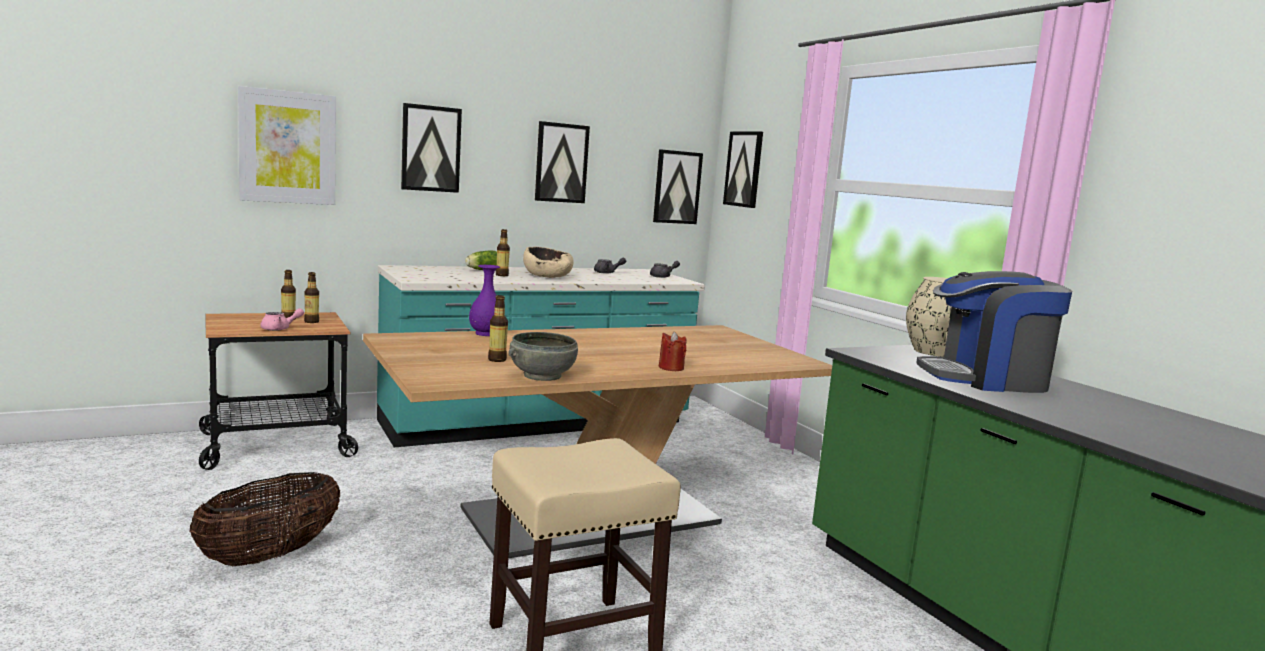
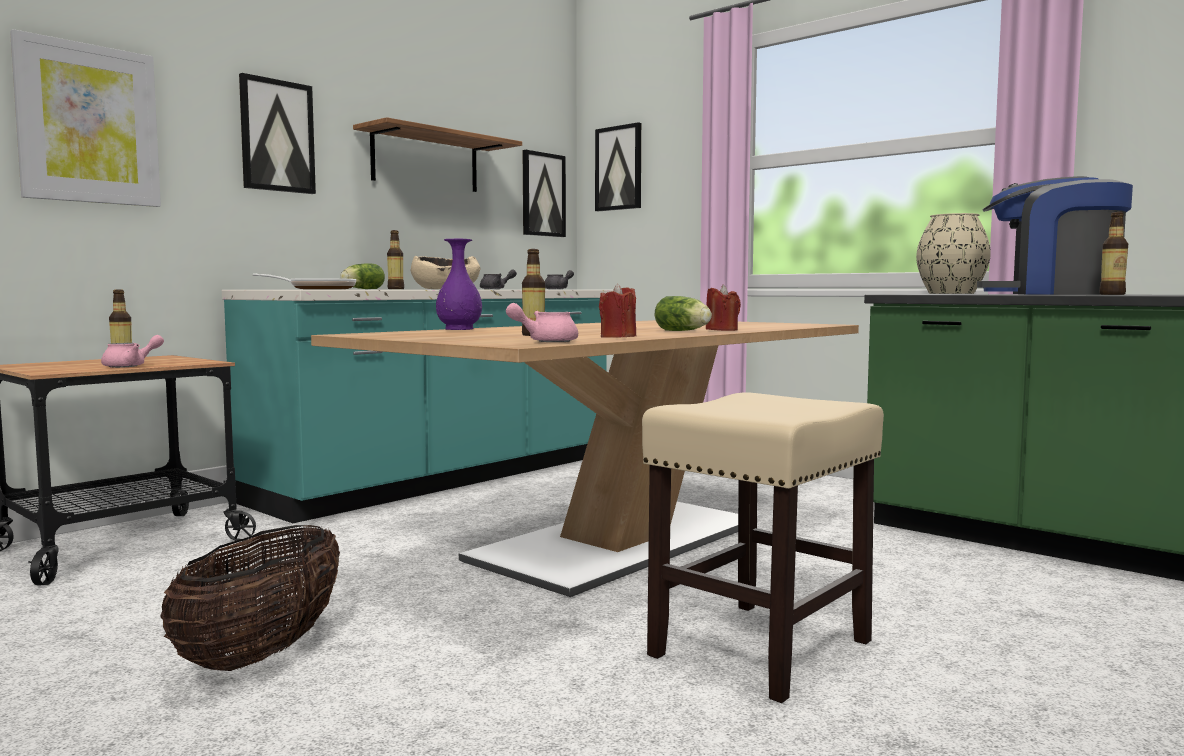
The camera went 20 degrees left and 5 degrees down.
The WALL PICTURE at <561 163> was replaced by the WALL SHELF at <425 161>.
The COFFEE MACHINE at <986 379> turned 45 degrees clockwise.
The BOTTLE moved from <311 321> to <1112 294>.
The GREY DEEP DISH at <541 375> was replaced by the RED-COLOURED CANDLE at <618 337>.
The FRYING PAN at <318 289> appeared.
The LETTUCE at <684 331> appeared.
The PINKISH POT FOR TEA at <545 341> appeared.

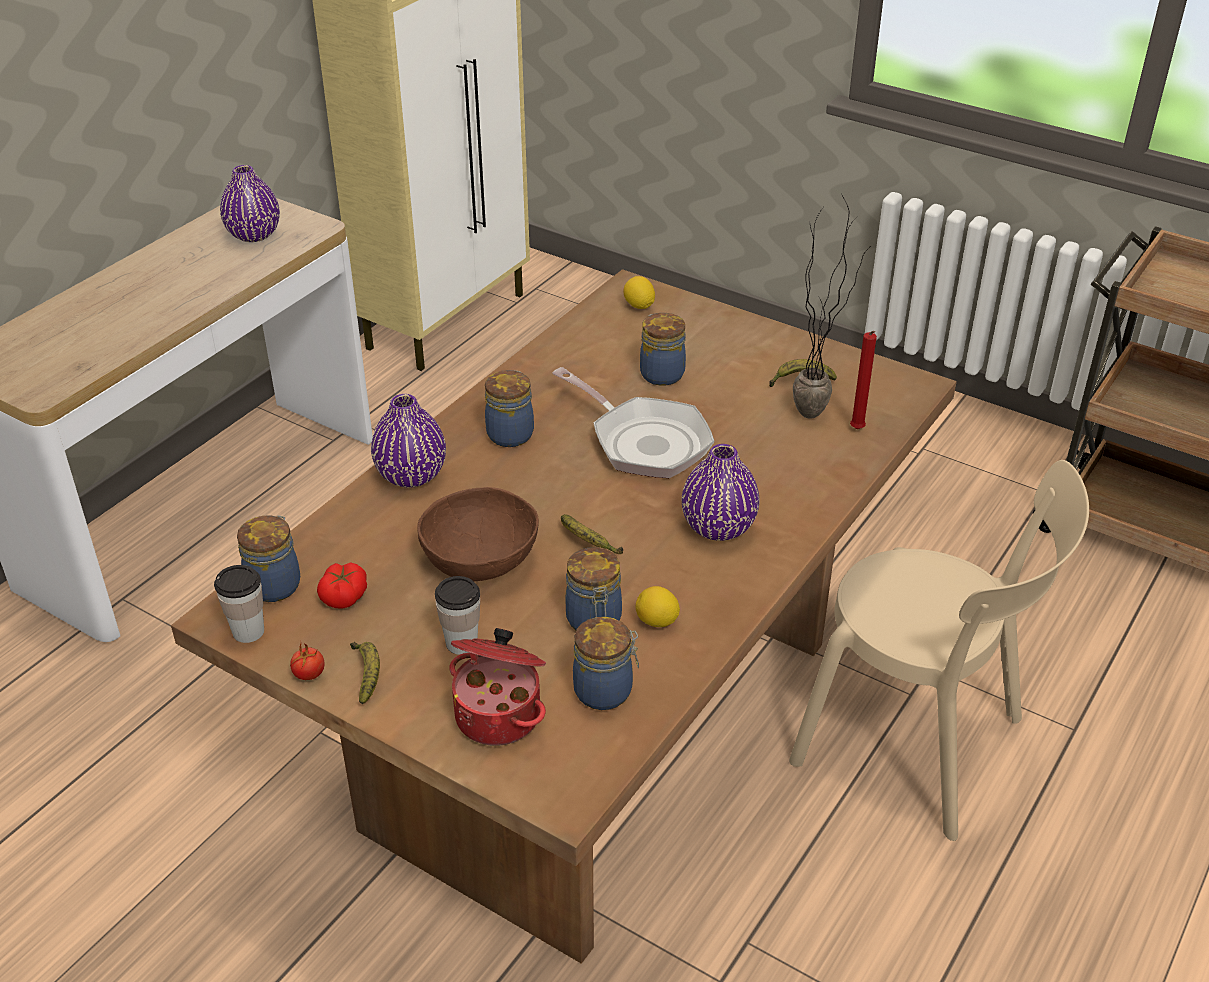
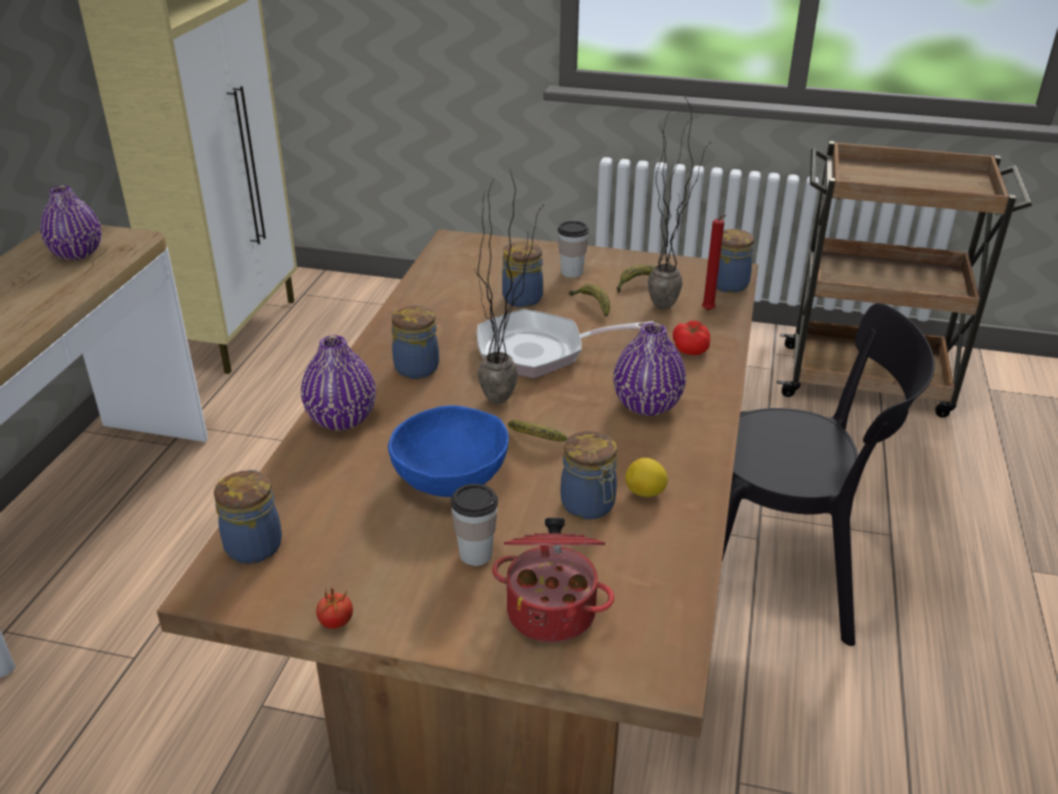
The camera went 20 degrees left and 5 degrees down.
The CITRUS FRUIT at <639 306> disappeared.
The FRYING PAN at <644 441> turned 150 degrees clockwise.
The BEIGE PLAIN CHAIR at <918 746> became the BLACKISH PLAIN CHAIR at <785 577>.
The BROWN DEEP DISH at <481 560> became the BLUE DEEP DISH at <451 477>.
The WHOLE TOMATO moved from <344 596> to <690 348>.
The CUP moved from <248 631> to <571 272>.
The STORAGE JAR moved from <605 691> to <730 284>.
The BANANA moved from <367 675> to <592 305>.
The PLANT IN A POT at <510 401> appeared.

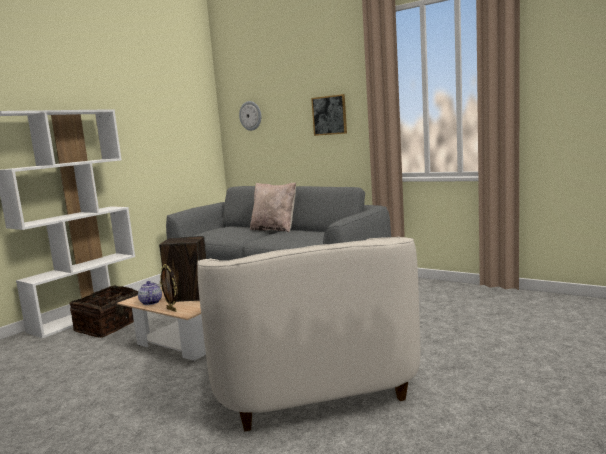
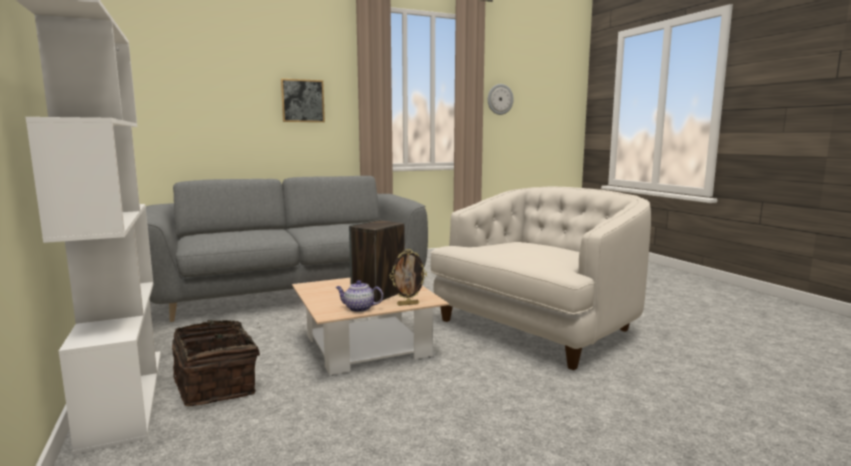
The camera went 60 degrees left and 0 degrees up.
The HANGING CLOCK moved from <250 115> to <500 99>.
The BEIGE THROW PILLOW at <274 229> disappeared.
The WHITISH ARMCHAIR at <310 380> turned 60 degrees counterclockwise.

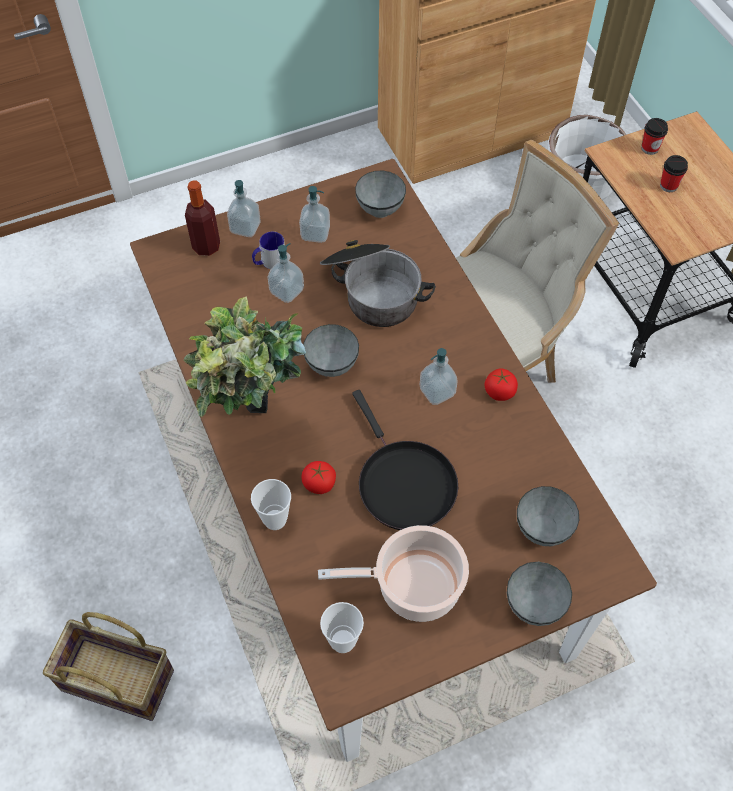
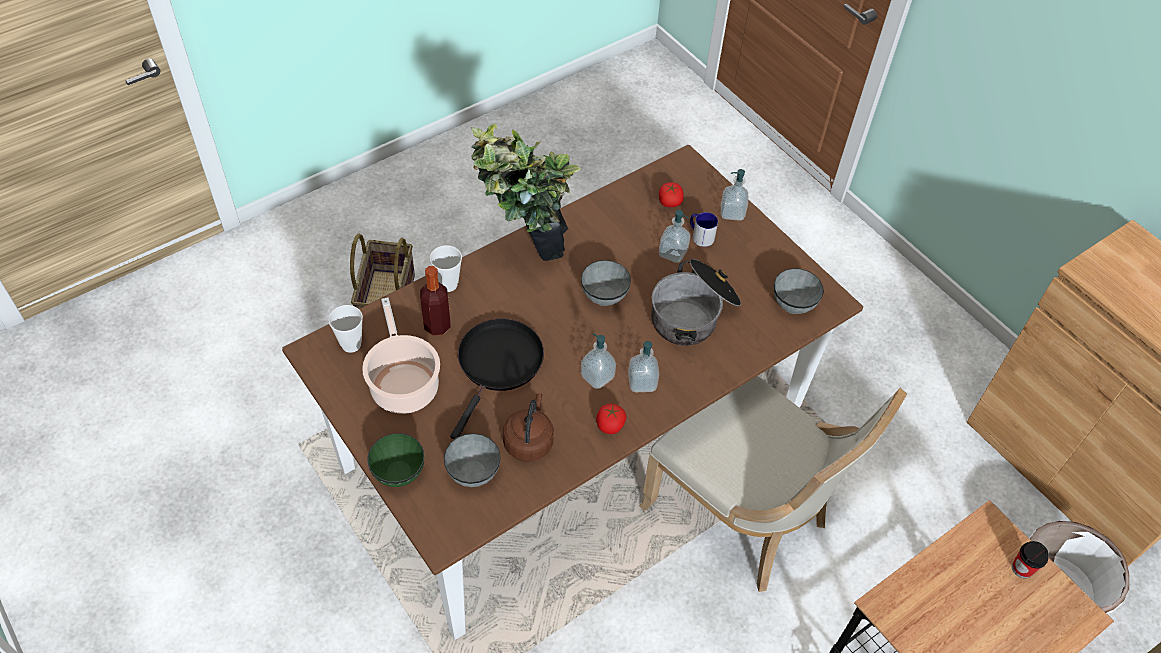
The camera went 75 degrees right and 5 degrees down.
The CUP at <668 185> disappeared.
The BOTTLE moved from <206 246> to <437 325>.
The SOAP DISPENSER moved from <315 233> to <642 382>.
The BLACKISH FRYING PAN at <403 483> turned 150 degrees clockwise.
The WHOLE TOMATO moved from <319 484> to <669 202>.
The GREY DEEP DISH at <533 605> became the GREENISH DEEP DISH at <398 473>.
The BROWN KETTLE at <529 441> appeared.

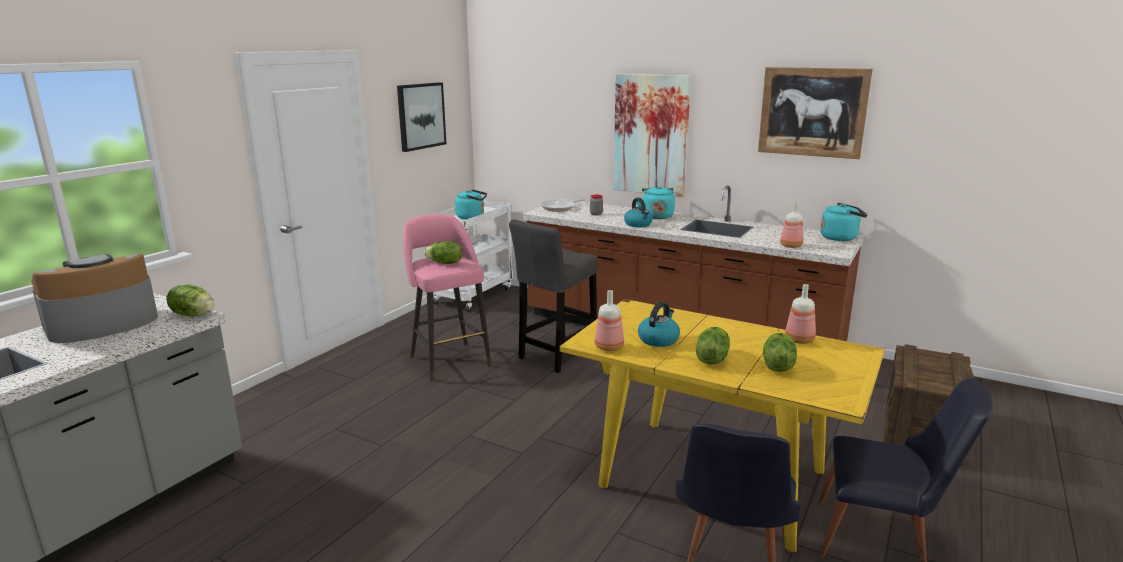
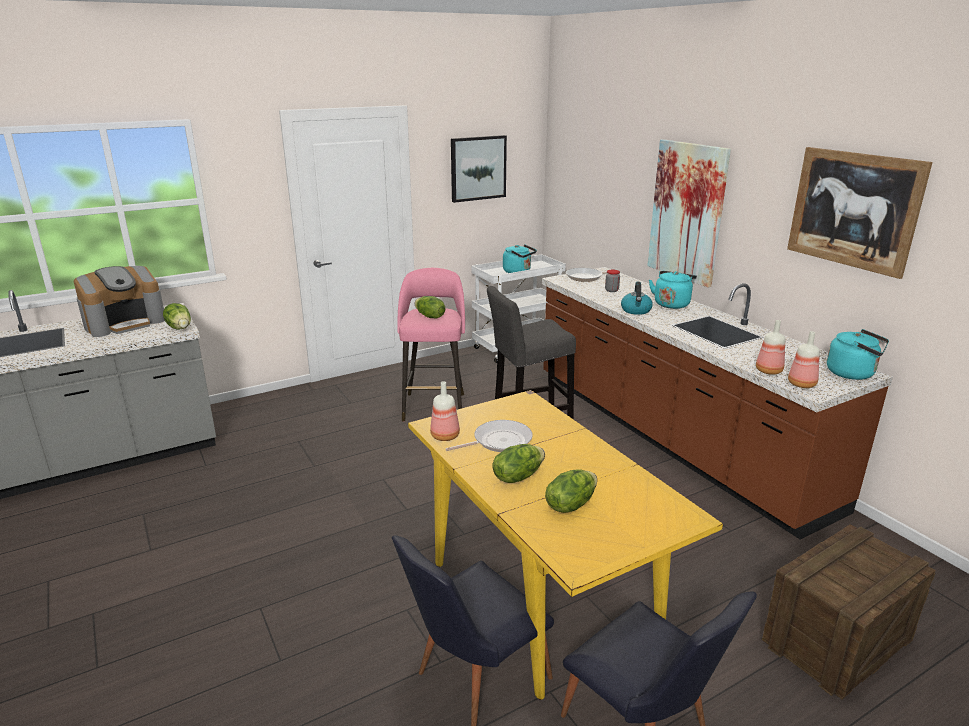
The camera went 30 degrees right and 5 degrees up.
The COFFEE MACHINE at <102 324> turned 150 degrees clockwise.
The BOTTLE moved from <800 340> to <802 384>.
The KETTLE at <658 339> was replaced by the FRYING PAN at <499 441>.

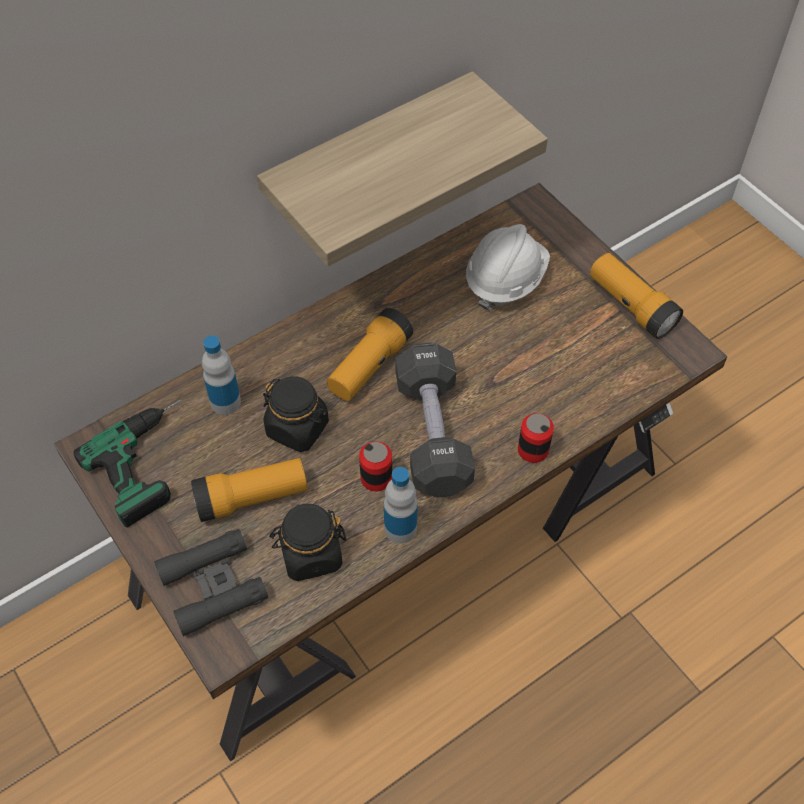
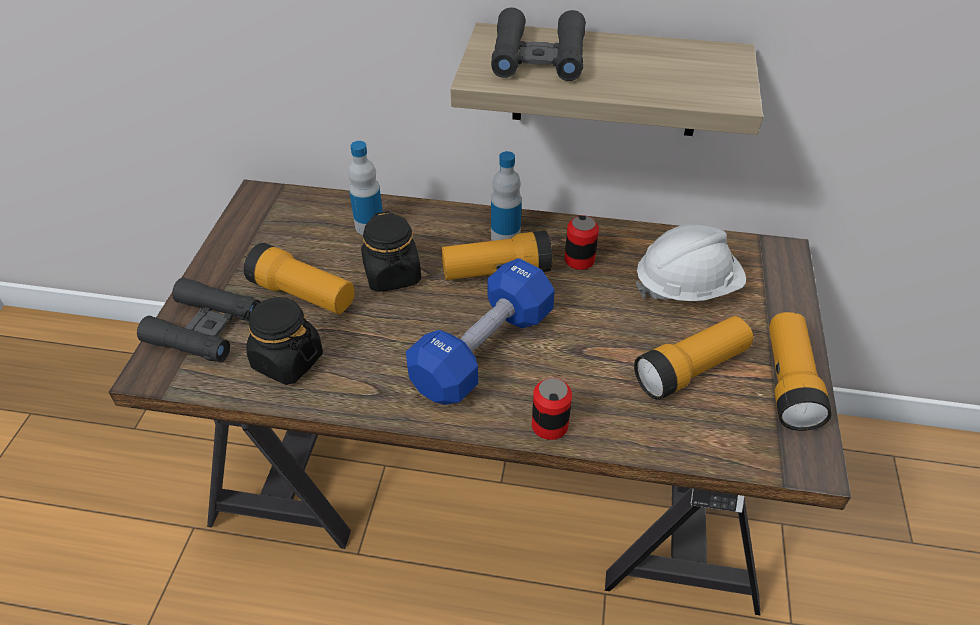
The camera went 45 degrees right and 10 degrees down.
The BLACKISH HAND WEIGHT at <432 433> became the BLUE HAND WEIGHT at <483 350>.
The ELECTRIC DRILL at <151 461> disappeared.
The SEALED CAN moved from <376 478> to <579 260>.
The BOTTLE moved from <400 528> to <505 237>.
The BLACKISH BINOCULARS at <538 57> appeared.
The TORCH at <691 370> appeared.

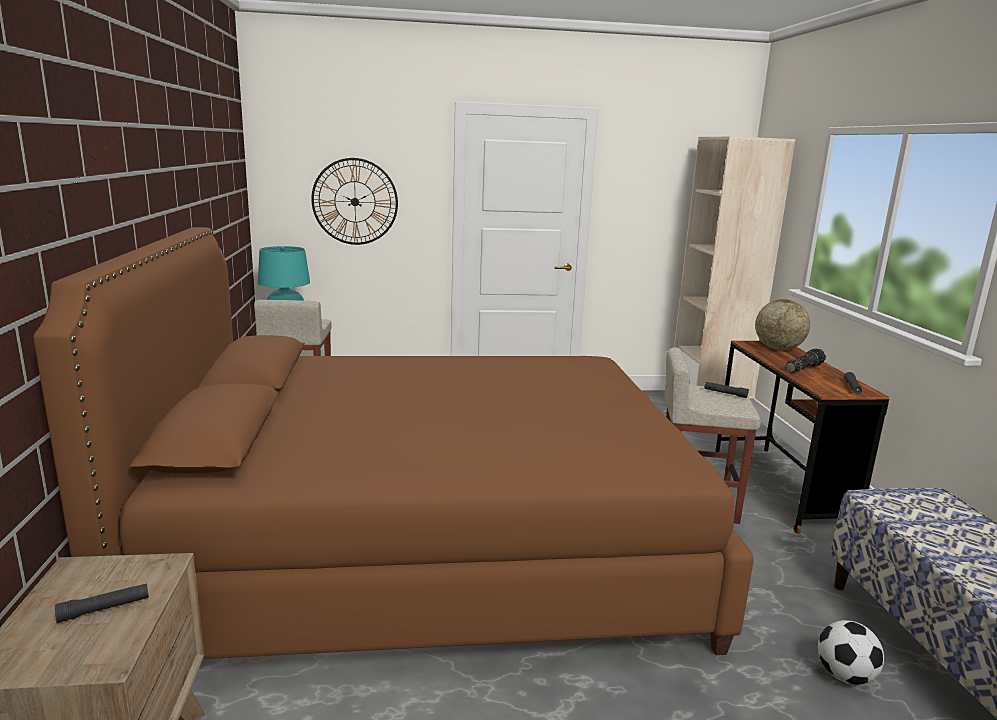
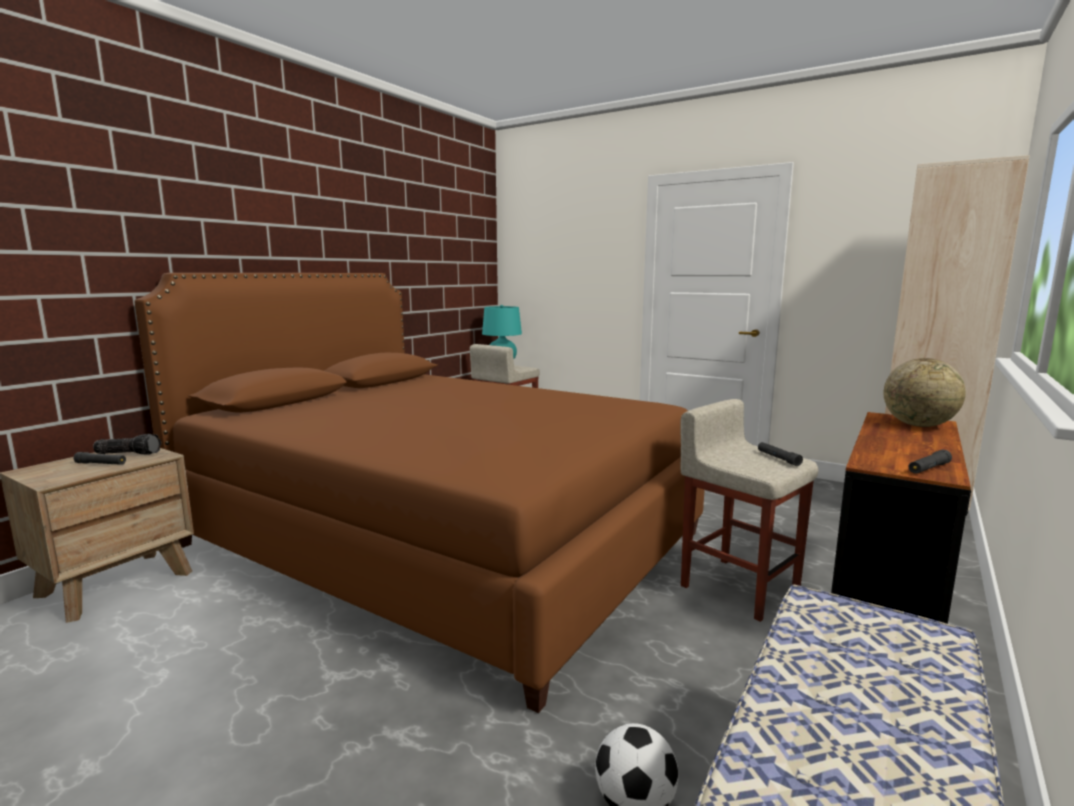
The camera went 40 degrees right and 5 degrees down.
The HANGING CLOCK at <355 201> disappeared.
The TORCH moved from <802 368> to <129 453>.

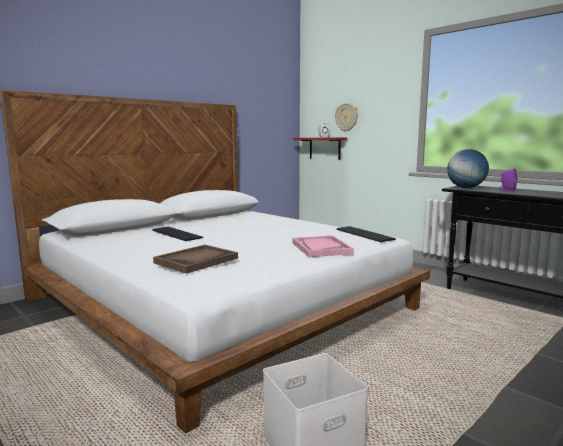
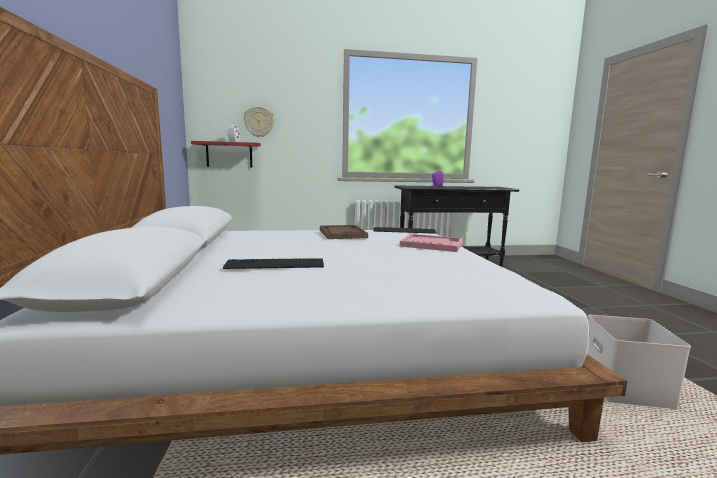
The camera went 55 degrees left and 0 degrees up.
The GLOBE at <466 187> disappeared.
The BROWN CARRYING TRAY moved from <196 260> to <342 234>.

